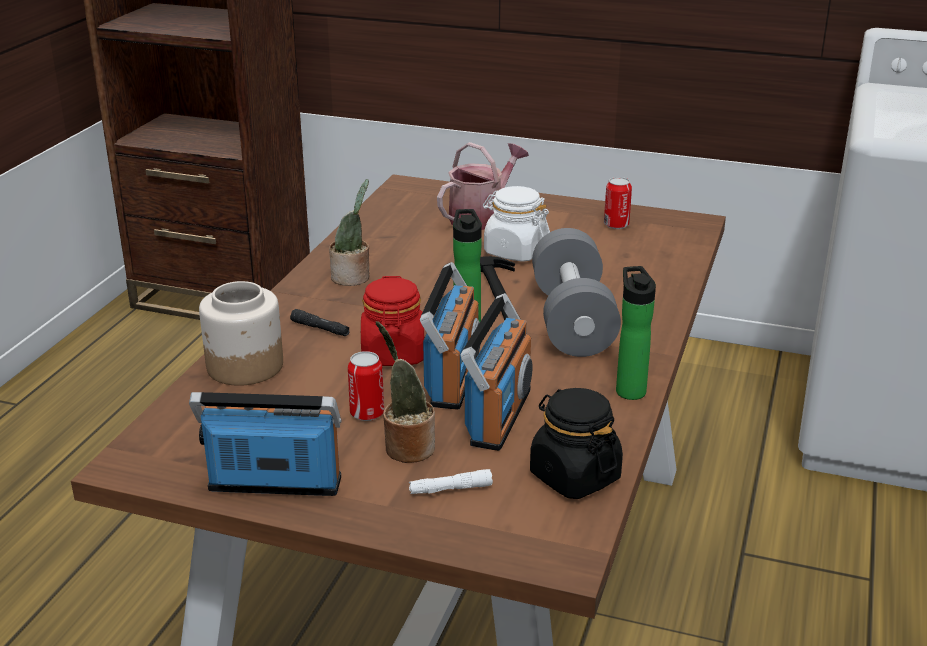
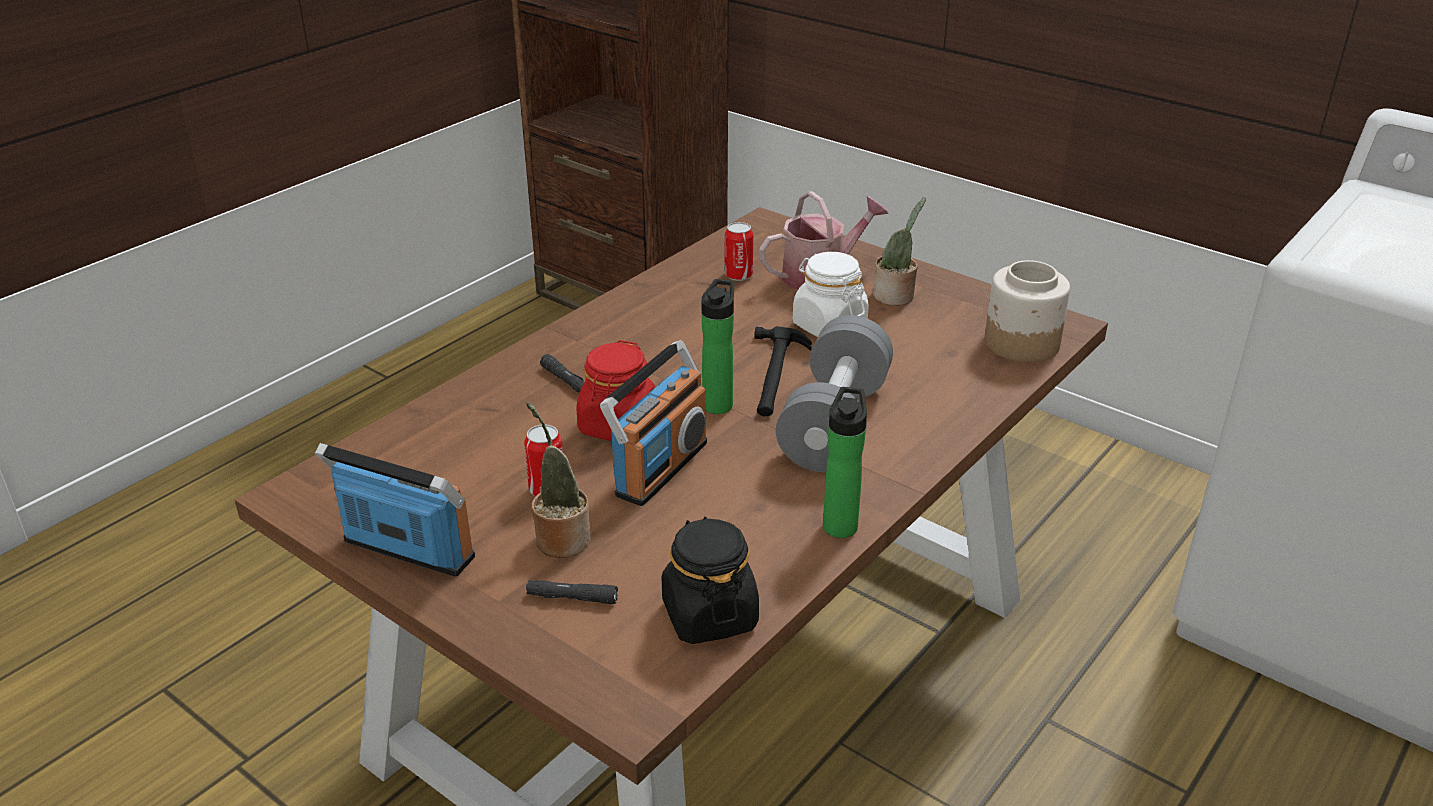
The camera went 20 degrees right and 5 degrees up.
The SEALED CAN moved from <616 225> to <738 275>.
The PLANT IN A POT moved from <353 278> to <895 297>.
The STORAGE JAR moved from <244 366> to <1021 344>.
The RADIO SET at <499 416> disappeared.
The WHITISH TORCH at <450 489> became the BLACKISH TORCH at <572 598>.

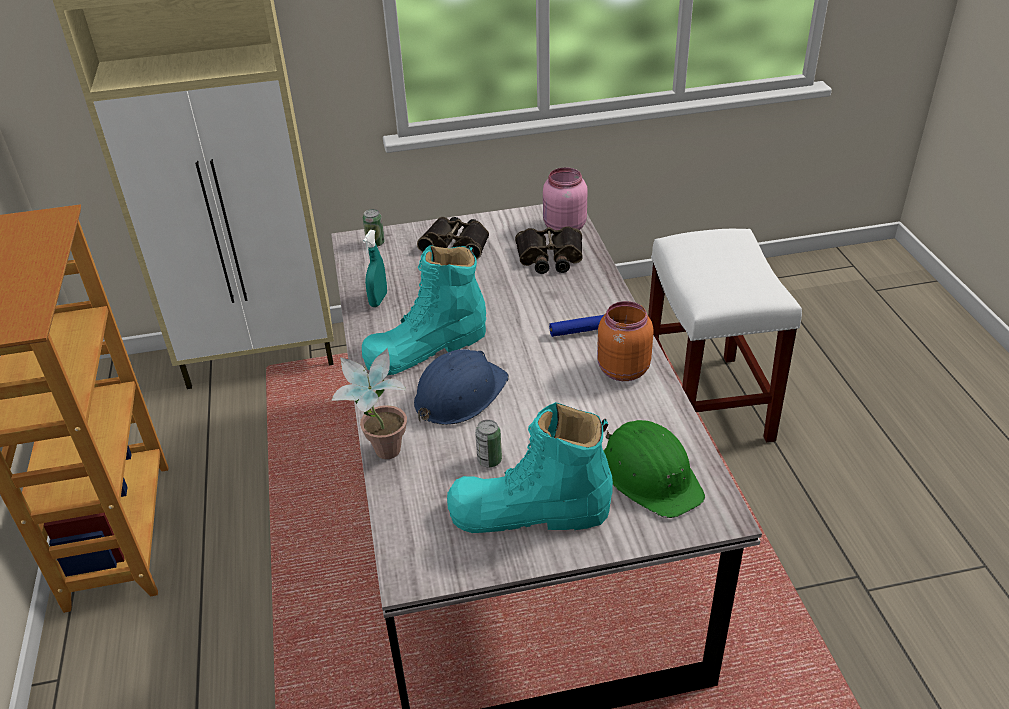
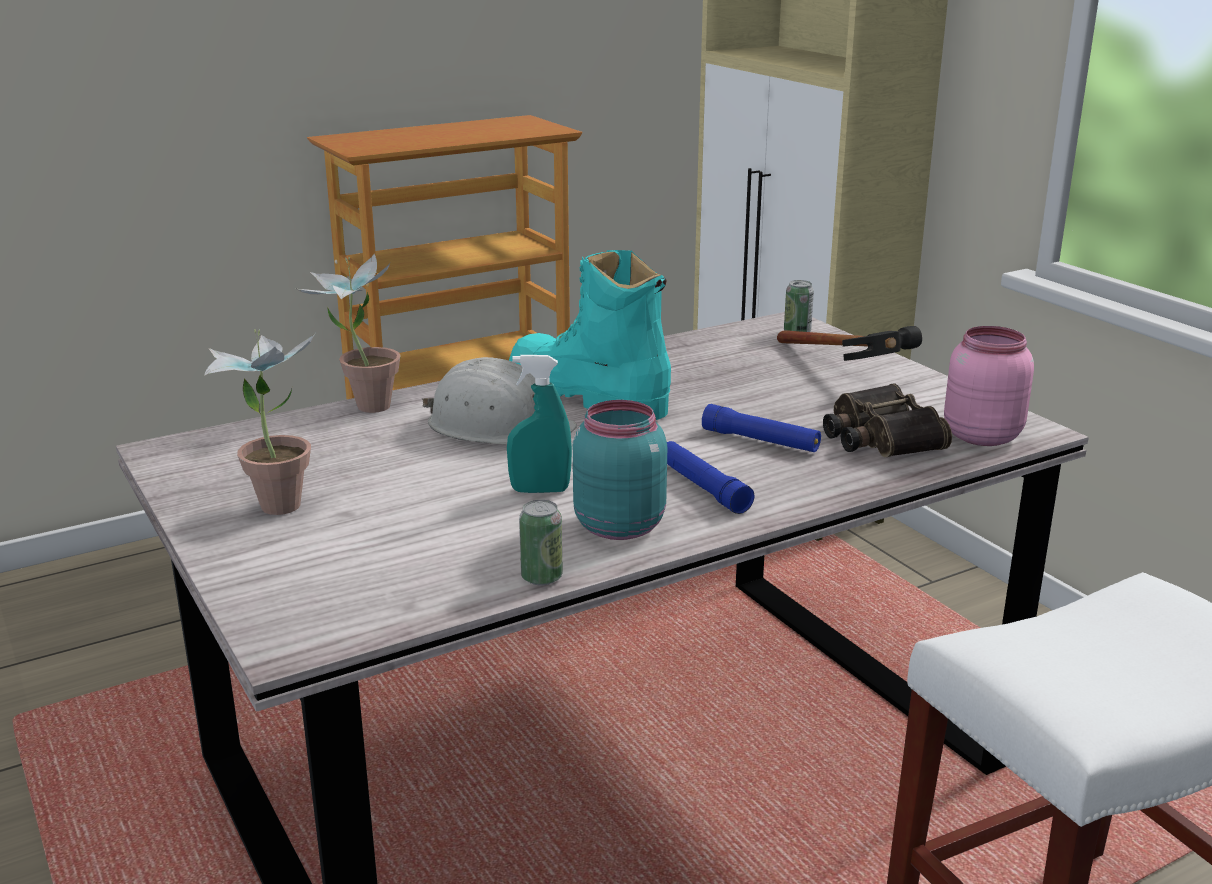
The camera went 70 degrees right and 15 degrees down.
The BINOCULARS at <457 243> was replaced by the HAMMER at <848 374>.
The BLUE-GREEN SPRAY BOTTLE moved from <378 300> to <540 490>.
The ORANGE-COLOURED STORAGE JAR at <621 370> became the BLUE-GREEN STORAGE JAR at <618 525>.
The BLUE SAFETY HELMET at <459 394> became the WHITISH SAFETY HELMET at <498 426>.
The BLUE-GREEN BOOT at <529 512> was replaced by the PLANT IN A POT at <277 499>.
The SEALED CAN moved from <489 460> to <541 577>.
The GREENISH SAFETY HELMET at <650 475> disappeared.
The BLUE TORCH at <760 441> appeared.

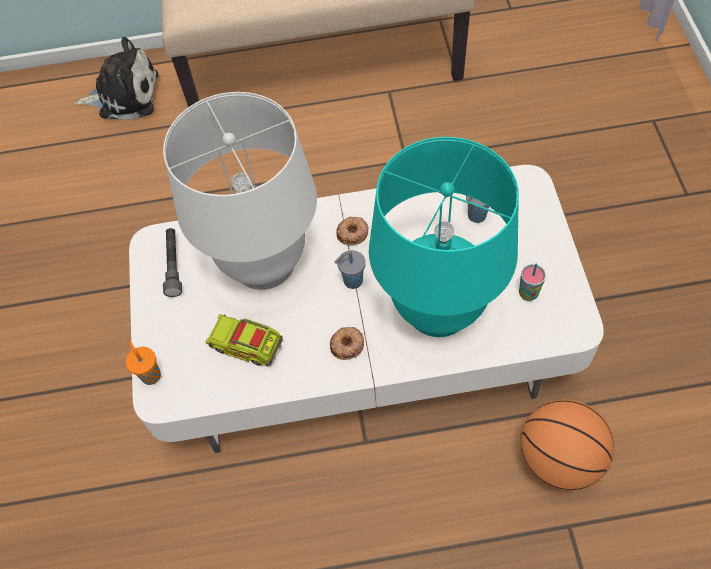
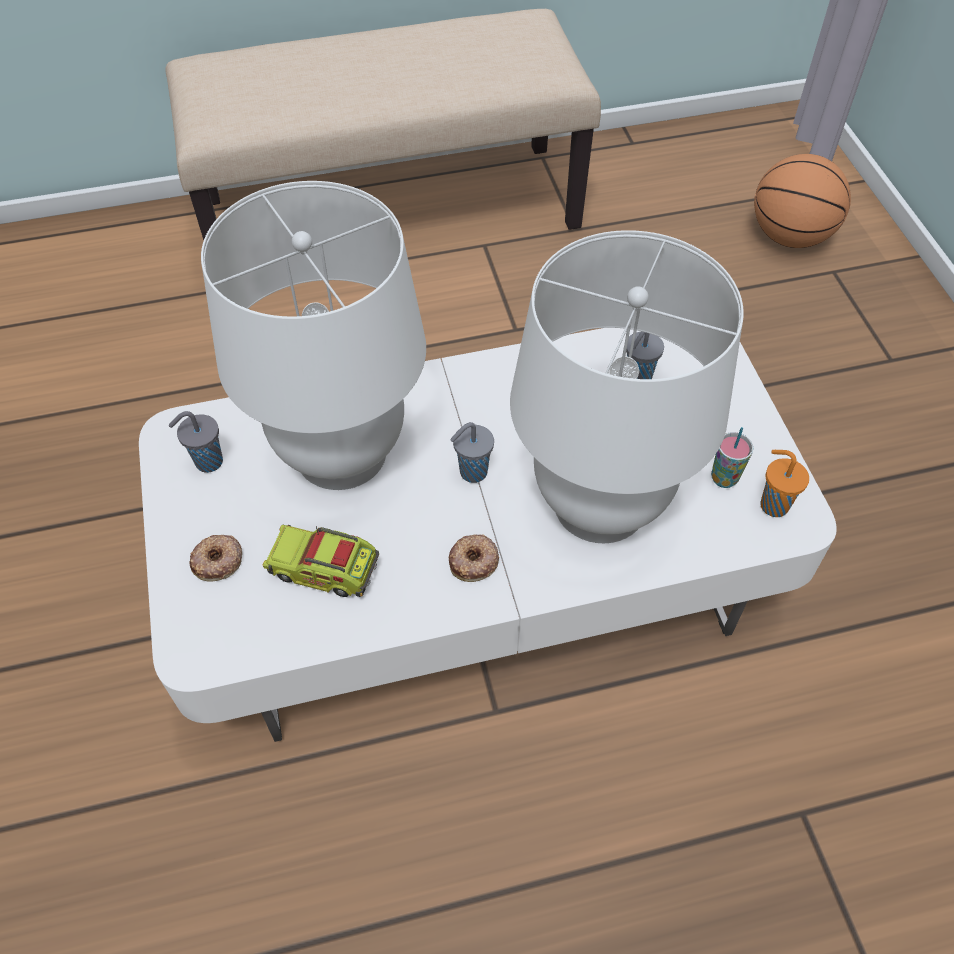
The camera went 10 degrees left and 5 degrees down.
The CUDDLY TOY at <124 95> disappeared.
The BLUE-GREEN TABLE LAMP at <438 308> became the WHITISH TABLE LAMP at <600 503>.
The RING DOUGHNUT moved from <353 233> to <218 561>.
The GREY TORCH at <173 265> was replaced by the GREY CUP at <207 462>.
The ORANGE-COLOURED CUP moved from <150 374> to <772 504>.
The BASKETBALL BALL moved from <559 458> to <790 236>.

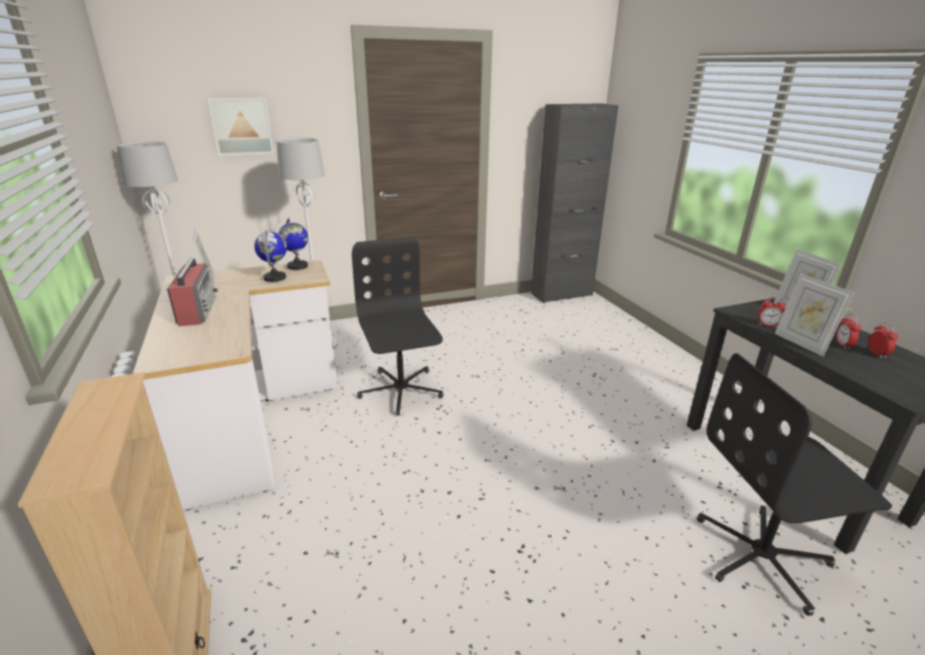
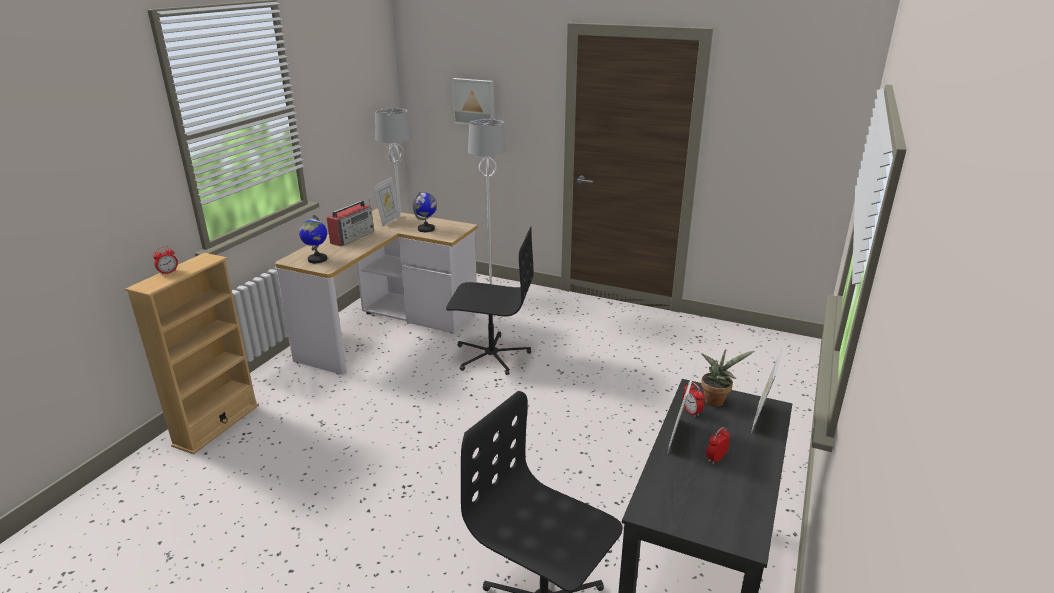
The camera went 45 degrees right and 0 degrees up.
The BLACKISH STORAGE CABINET at <561 294> disappeared.
The GLOBE moved from <297 266> to <317 259>.
The BLACKISH OFFICE CHAIR at <400 390> turned 75 degrees clockwise.
The ALARM CLOCK moved from <876 354> to <168 272>.
The PLANT IN A POT at <716 400> appeared.

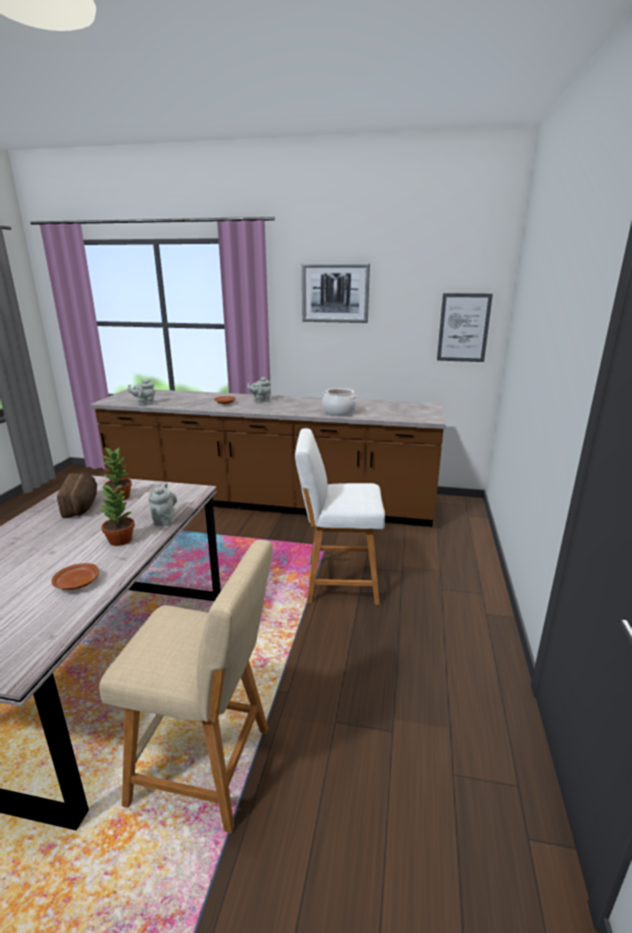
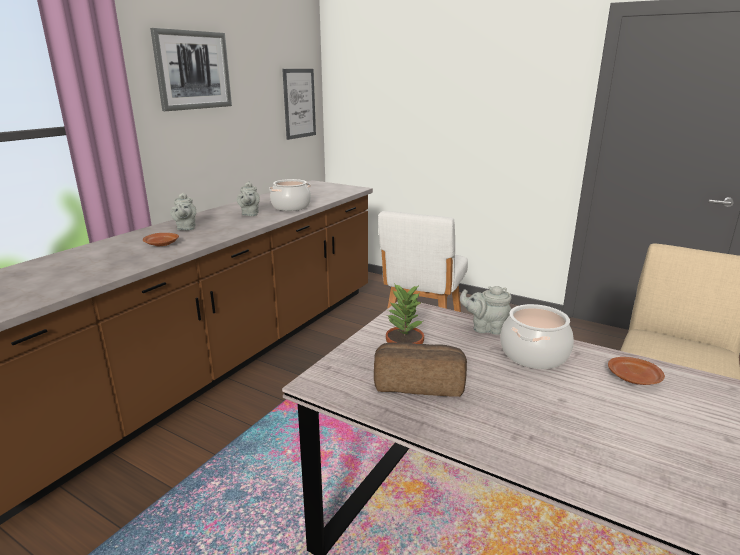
The camera went 70 degrees left and 0 degrees up.
The GREY POT FOR TEA moved from <144 403> to <250 214>.
The PLANT IN A POT at <119 540> was replaced by the STOCKPOT at <534 355>.

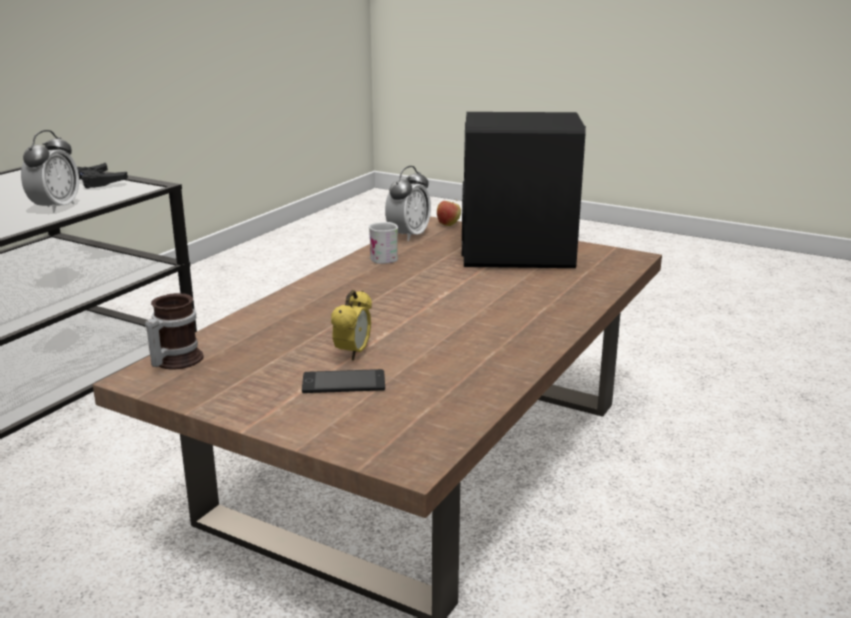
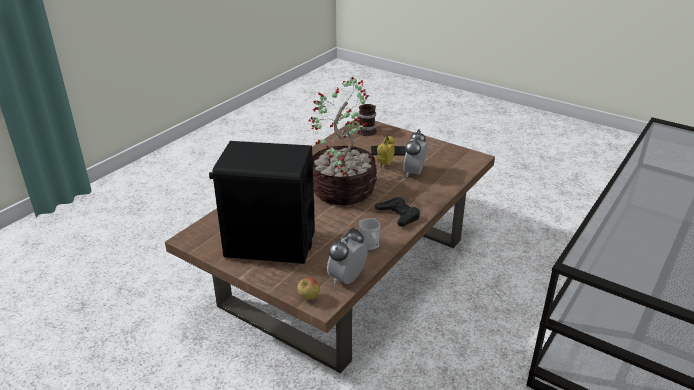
The camera went 175 degrees left and 10 degrees up.
The ALARM CLOCK moved from <55 208> to <414 173>.
The BLACKISH JOYPAD moved from <97 181> to <398 215>.
The MUG moved from <173 360> to <368 130>.
The PLANT IN A POT at <343 189> appeared.

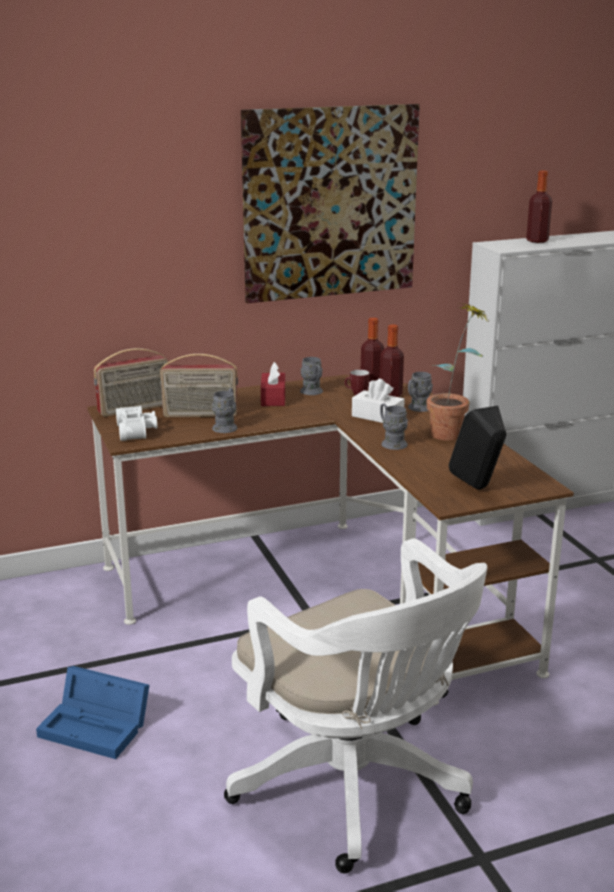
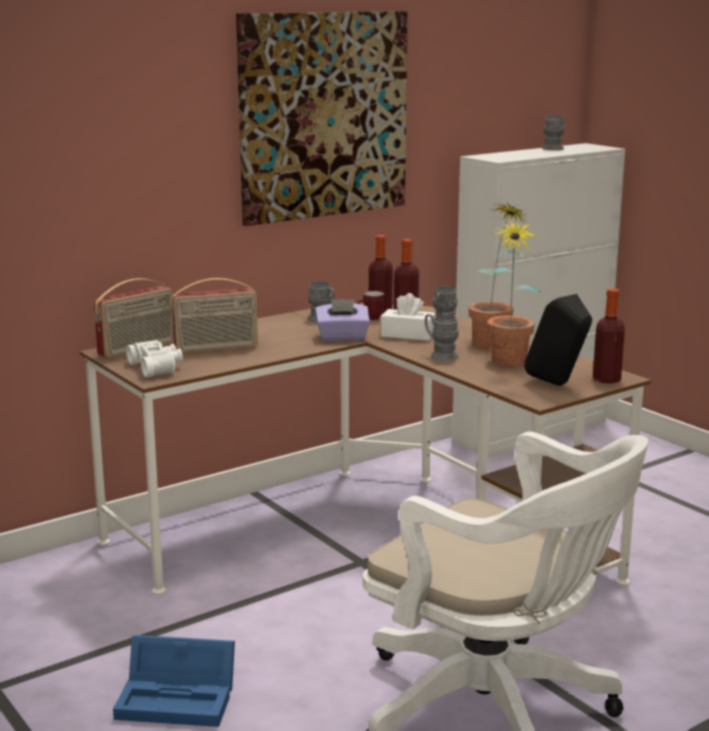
The camera went 15 degrees left and 5 degrees down.
The BOTTLE moved from <537 241> to <606 379>.
The RED-COLOURED BOX OF TISSUES at <273 398> disappeared.
The GREY MUG moved from <226 426> to <552 148>.
The PLANT IN A POT at <508 364> appeared.
The PURPLE BOX OF TISSUES at <342 337> appeared.

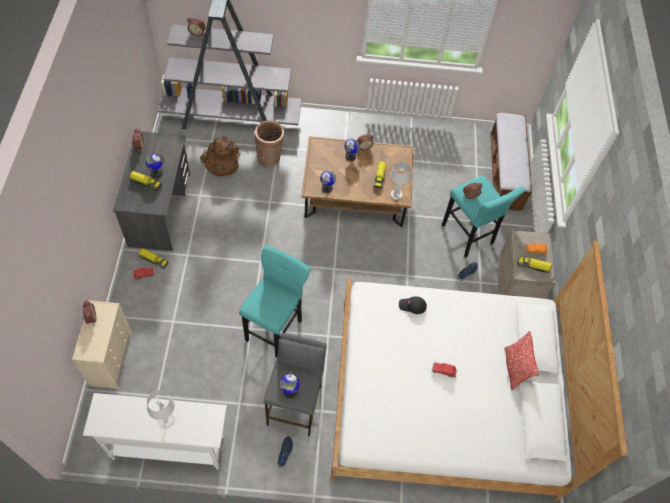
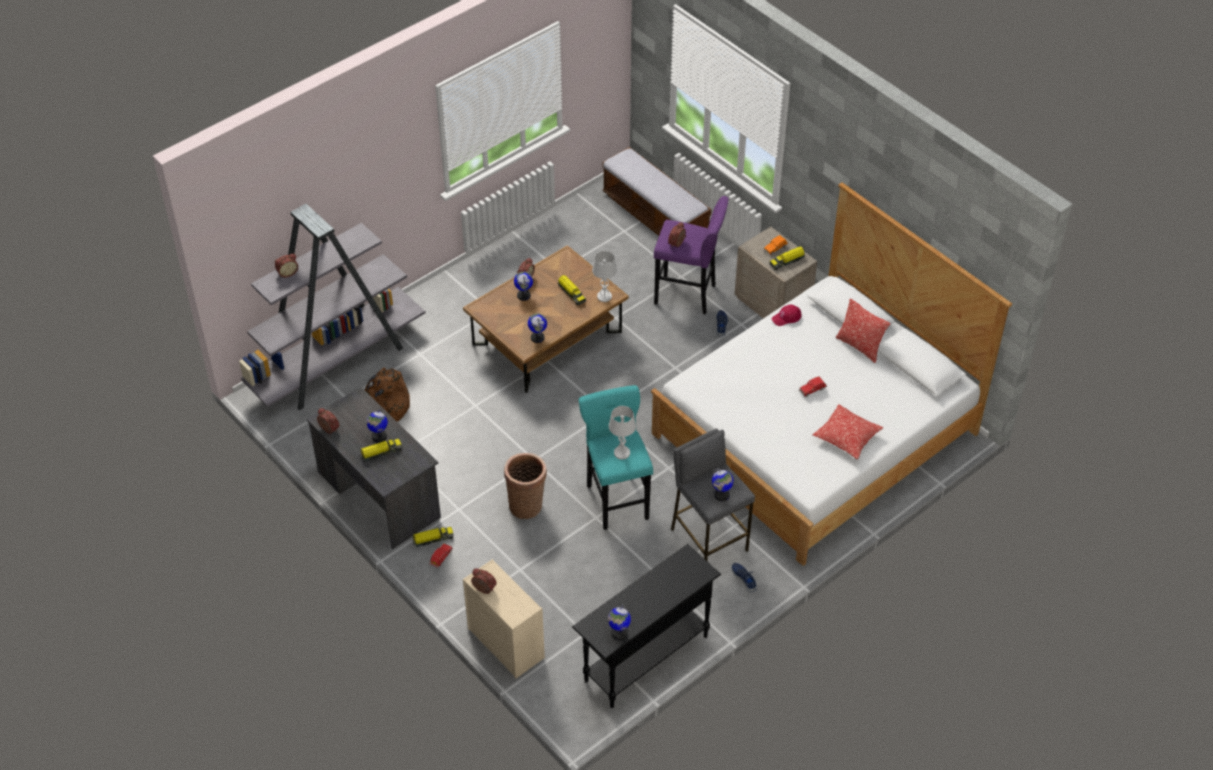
The camera went 40 degrees left and 10 degrees down.
The BASKET moved from <270 158> to <527 504>.
The BLUE-GREEN SITTING STOOL at <468 237> became the PURPLE SITTING STOOL at <688 295>.
The BLACKISH BASEBALL CAP at <412 306> disappeared.
The WHITISH TABLE LAMP moved from <166 419> to <621 453>.
The WHITISH CONSOLE TABLE at <168 447> became the BLACKISH CONSOLE TABLE at <645 658>.
The RED-COLOURED BASEBALL CAP at <786 317> appeared.
The THROW PILLOW at <847 437> appeared.
The GLOBE at <619 633> appeared.

